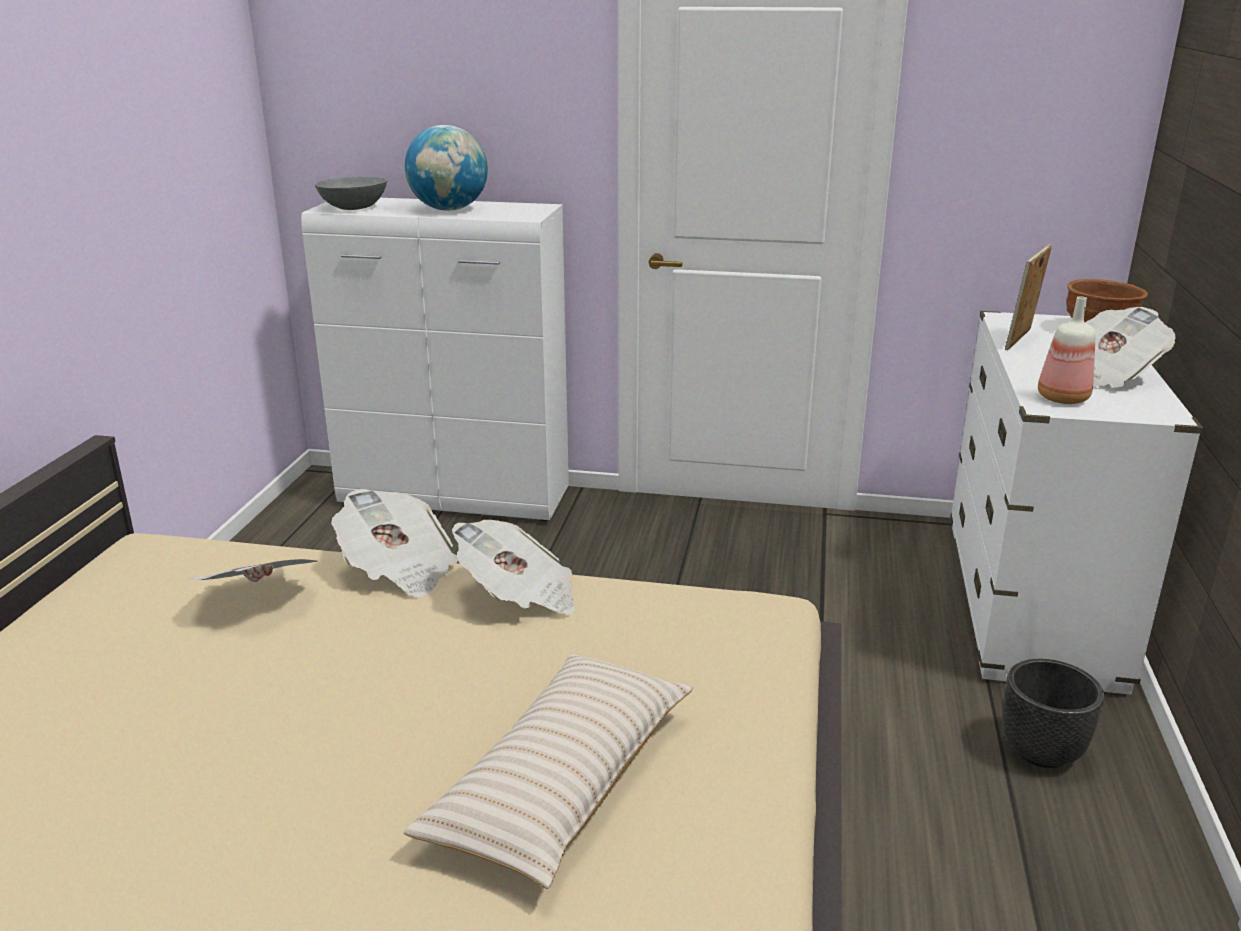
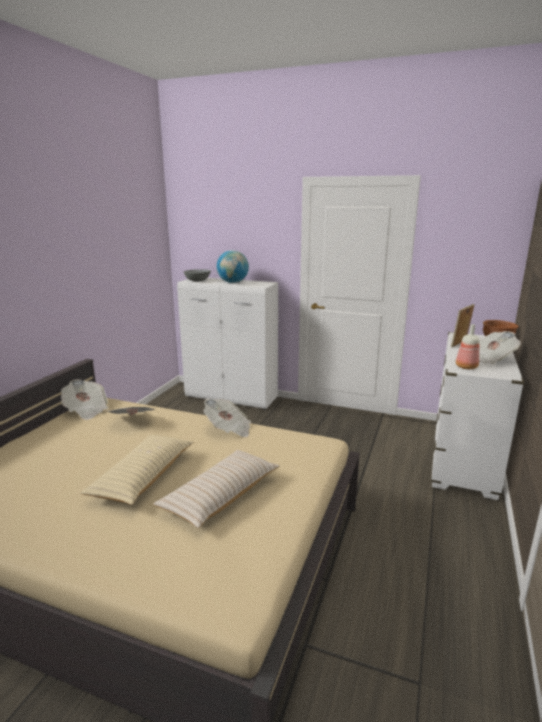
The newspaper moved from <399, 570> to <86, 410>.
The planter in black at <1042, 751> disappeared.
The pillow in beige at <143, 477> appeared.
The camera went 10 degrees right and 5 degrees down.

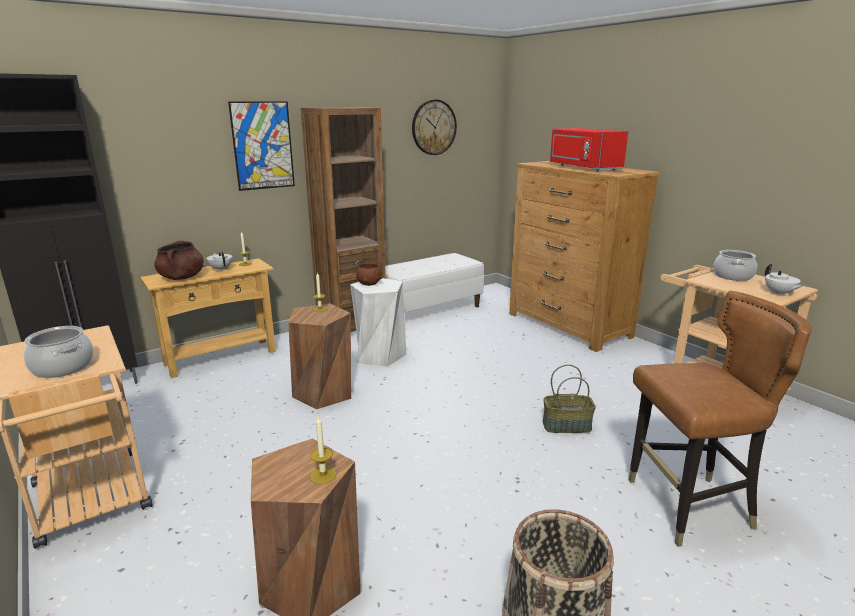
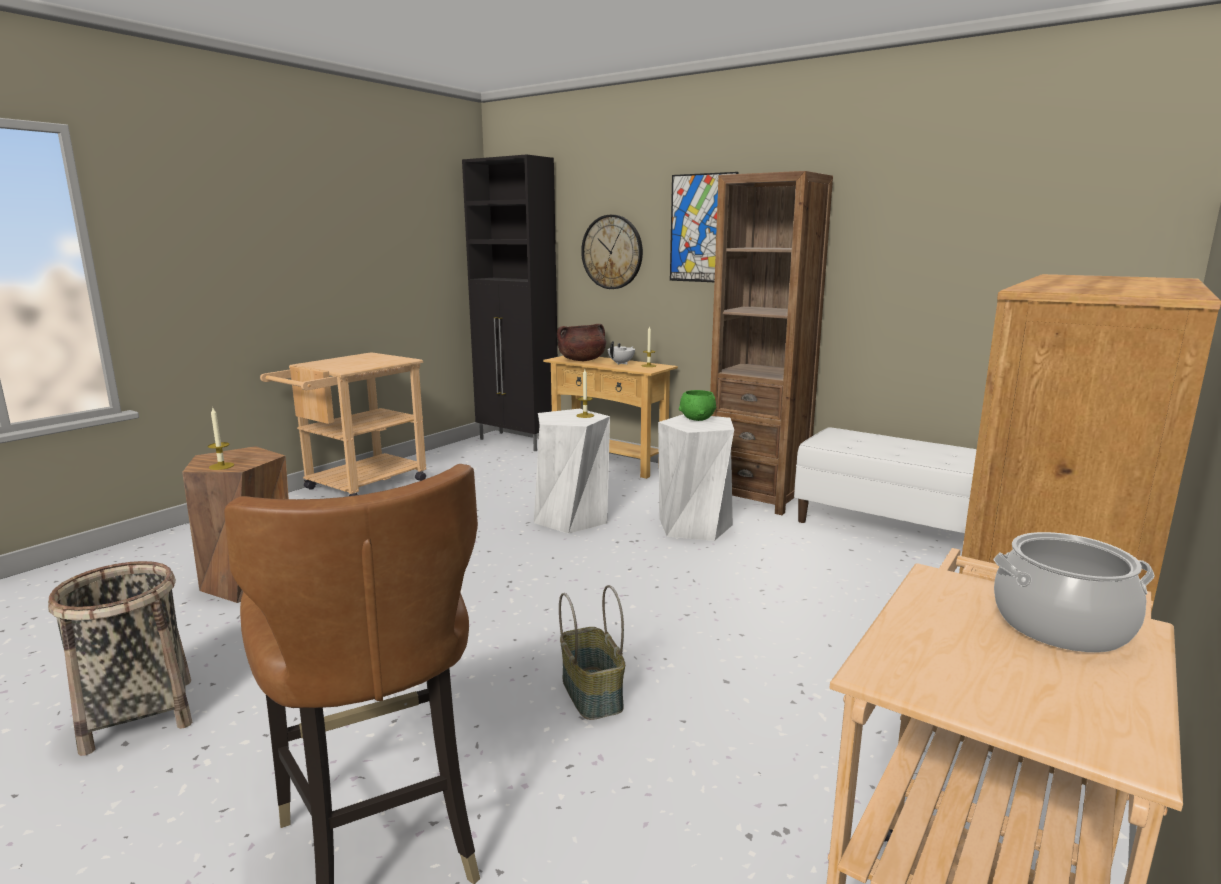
The cooking pot at <62, 367> disappeared.
The stool in brown at <323, 393> became the stool in white at <571, 518>.
The bowl in brown at <369, 284> became the bowl in green at <696, 419>.
The wall clock moved from <433, 127> to <612, 252>.
The microwave in red at <582, 168> disappeared.
The teapot in white at <779, 293> disappeared.
The camera went 70 degrees right and 5 degrees down.

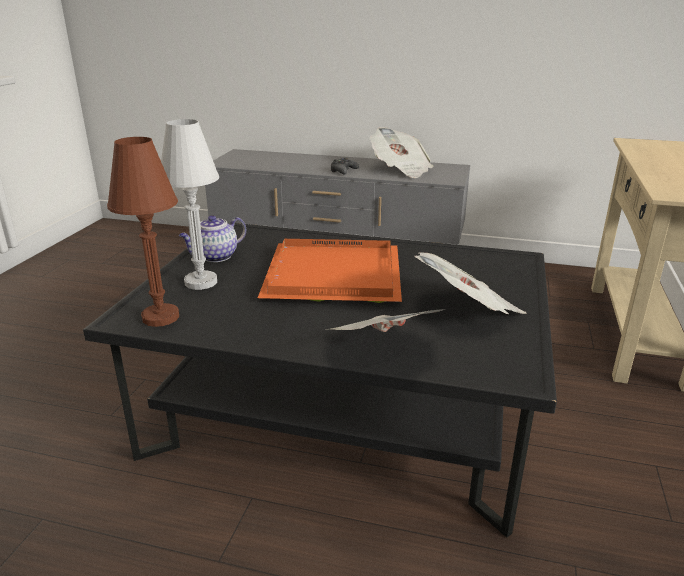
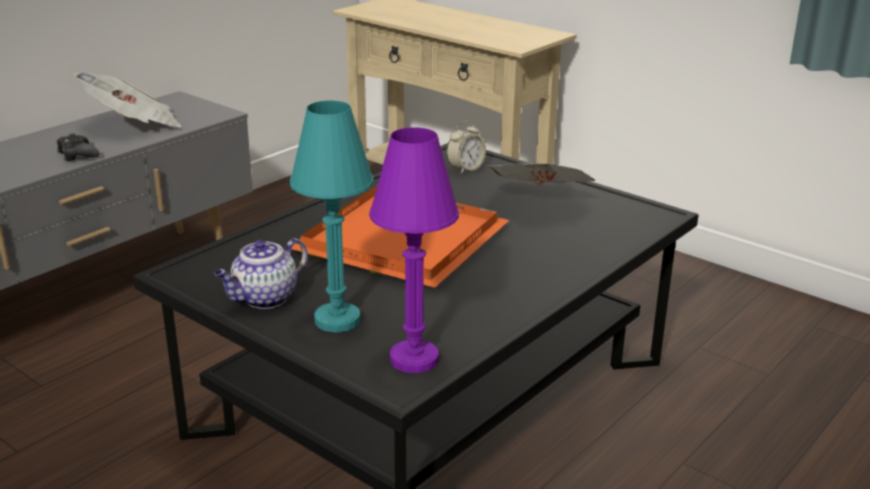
The table lamp in brown at <160, 317> became the table lamp in purple at <414, 359>.
The table lamp in white at <201, 282> became the table lamp in turquoise at <337, 320>.
The teapot at <215, 257> turned 60 degrees clockwise.
The newspaper at <381, 348> disappeared.
The alarm clock at <465, 169> appeared.
The camera went 65 degrees left and 0 degrees up.

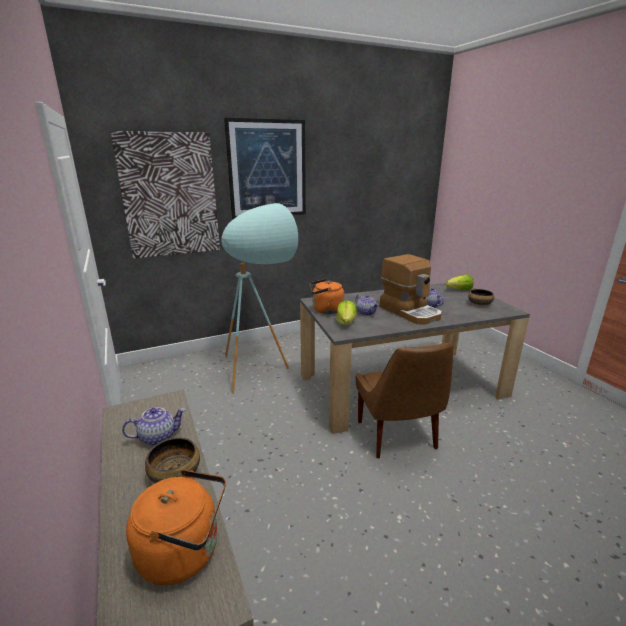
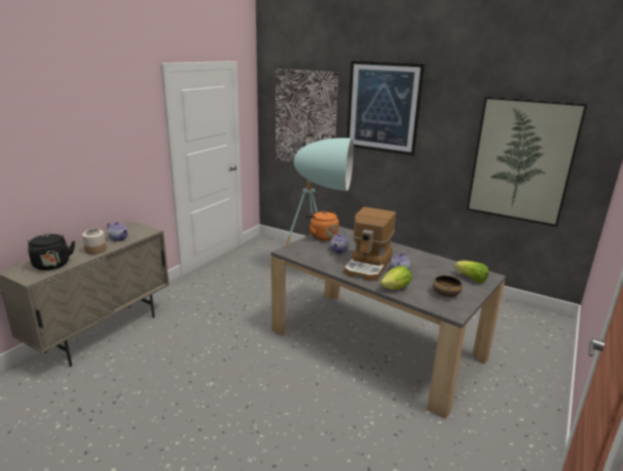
The kettle in orange at <185, 552> became the kettle in black at <52, 266>.
The bowl at <175, 473> was replaced by the jar at <96, 250>.
The lettuce moved from <346, 322> to <396, 288>.
The chair in brown at <397, 437> disappeared.
The picture at <521, 161> appeared.
The camera went 55 degrees right and 0 degrees up.

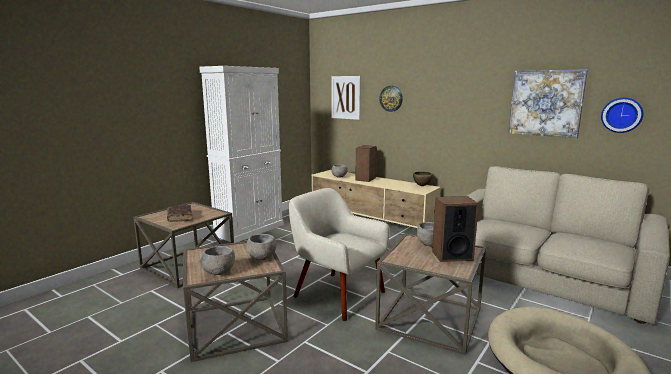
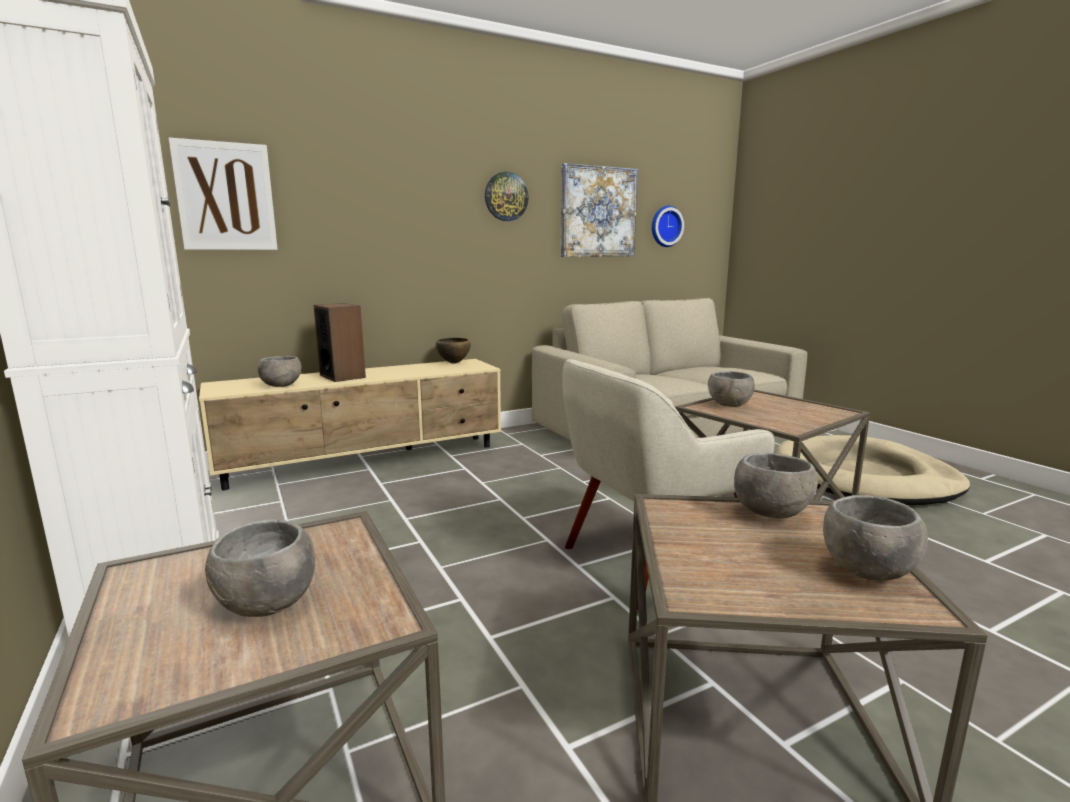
The book in brown at <180, 217> was replaced by the bowl in grey at <268, 605>.
The wall clock moved from <391, 98> to <506, 196>.
The speaker at <452, 255> disappeared.
The camera went 65 degrees left and 0 degrees up.

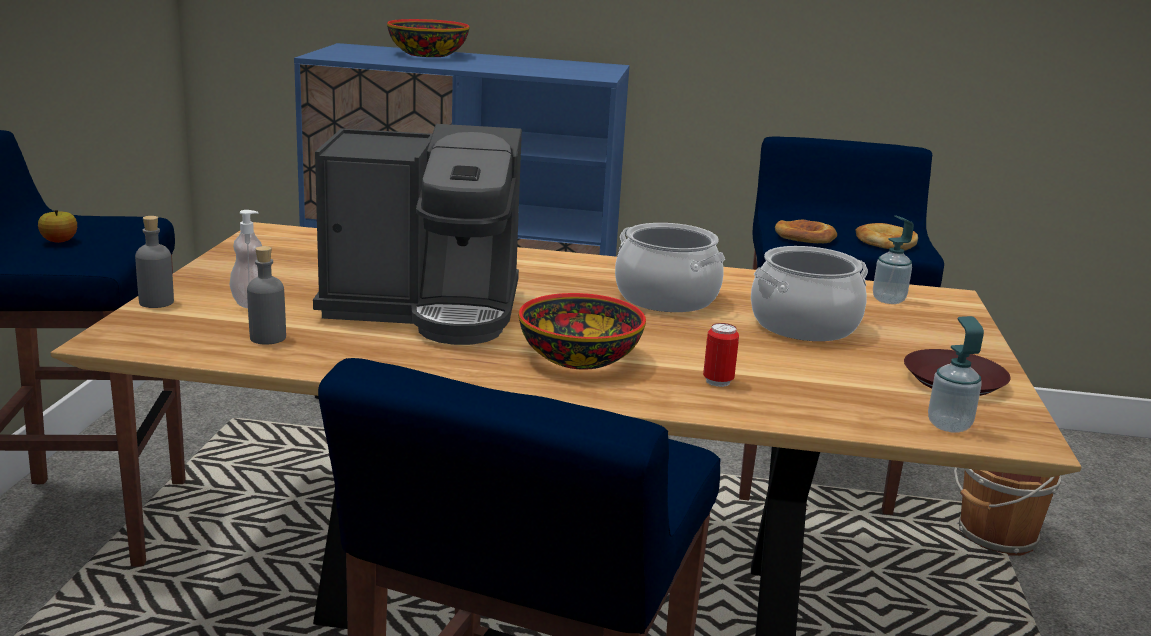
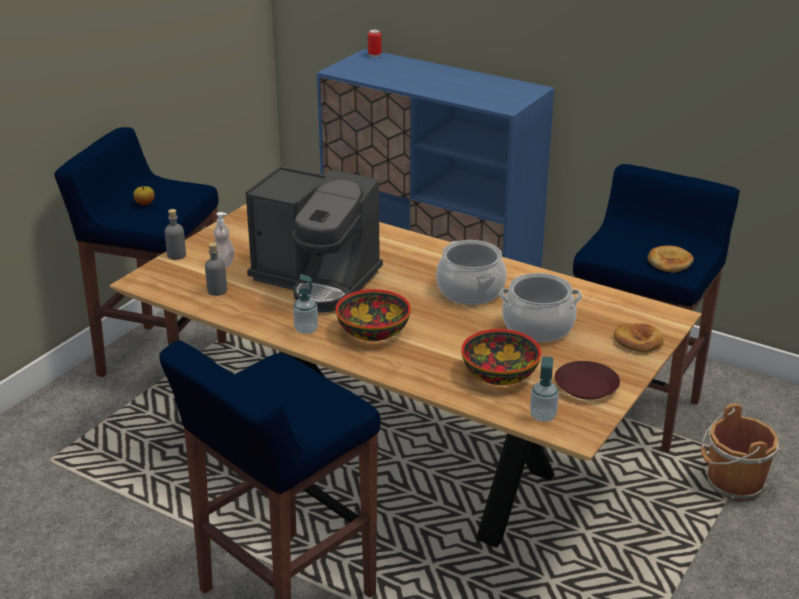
The bowl moved from <427, 54> to <499, 374>.
The can moved from <718, 381> to <374, 55>.
The bread moved from <805, 237> to <638, 341>.
The soap dispenser moved from <888, 300> to <306, 329>.
The camera went 25 degrees right and 10 degrees up.

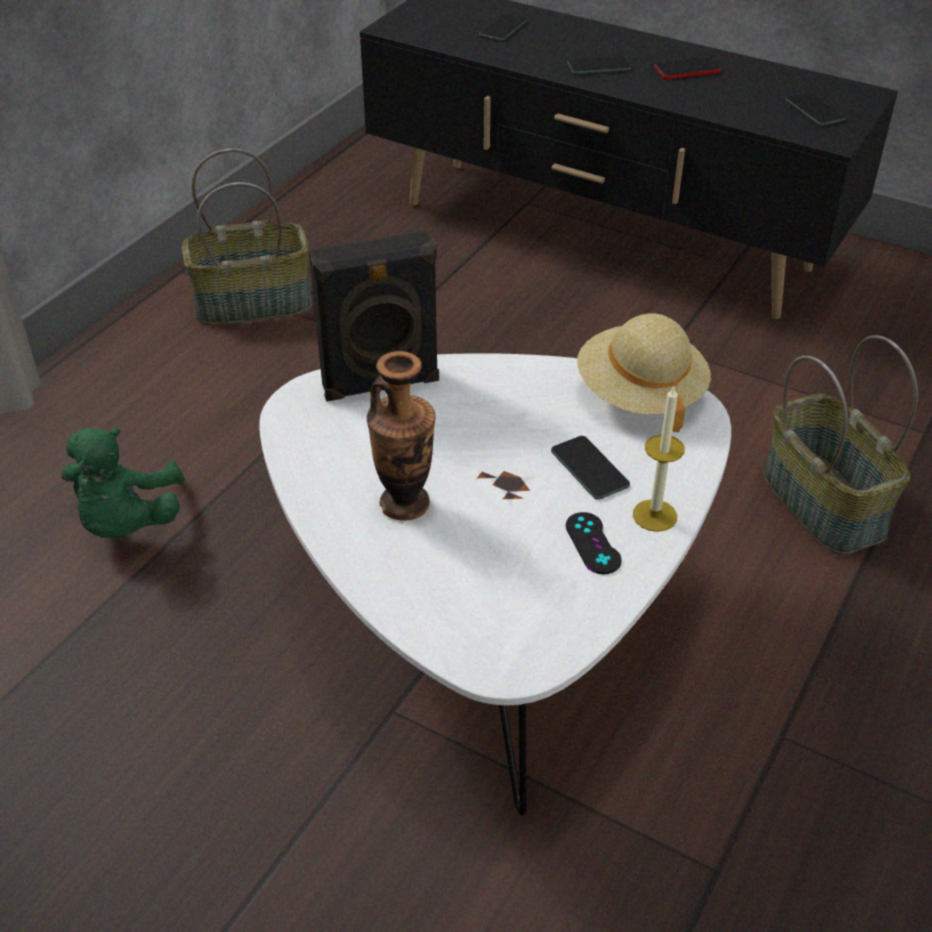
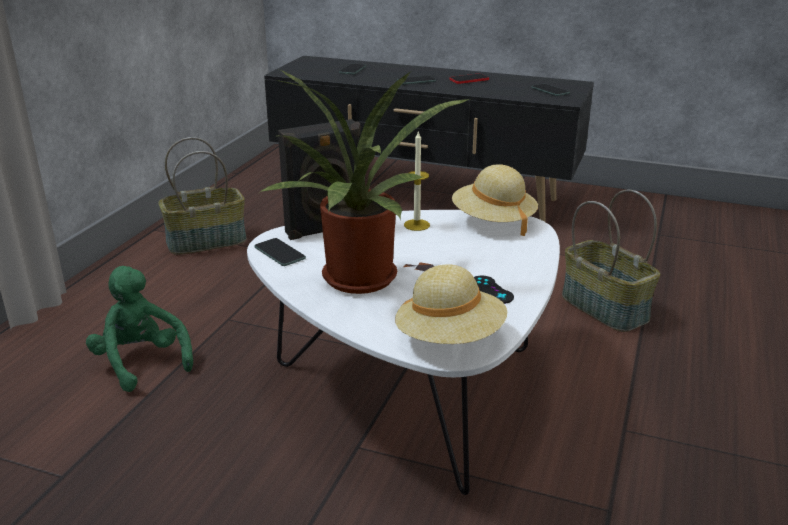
The plush toy in green at <127, 522> turned 150 degrees clockwise.
The vase at <405, 504> was replaced by the potted plant at <360, 282>.
The phone moved from <589, 468> to <279, 253>.
The candle moved from <654, 515> to <416, 225>.
The hat in beige at <450, 338> appeared.
The camera went 10 degrees left and 15 degrees down.

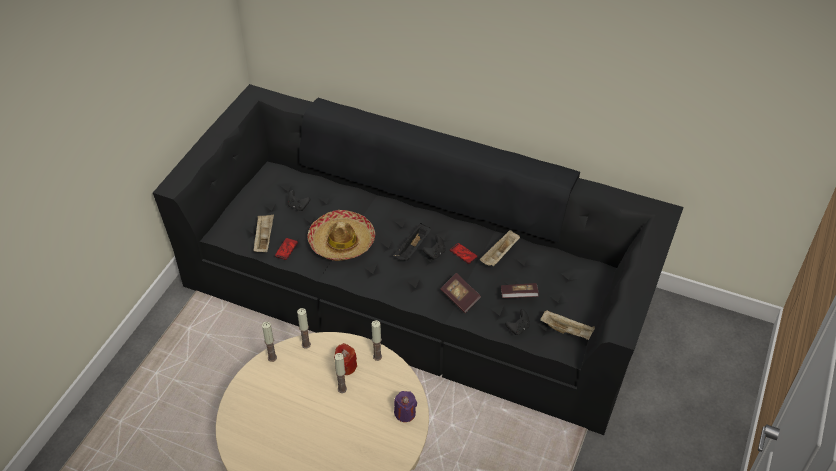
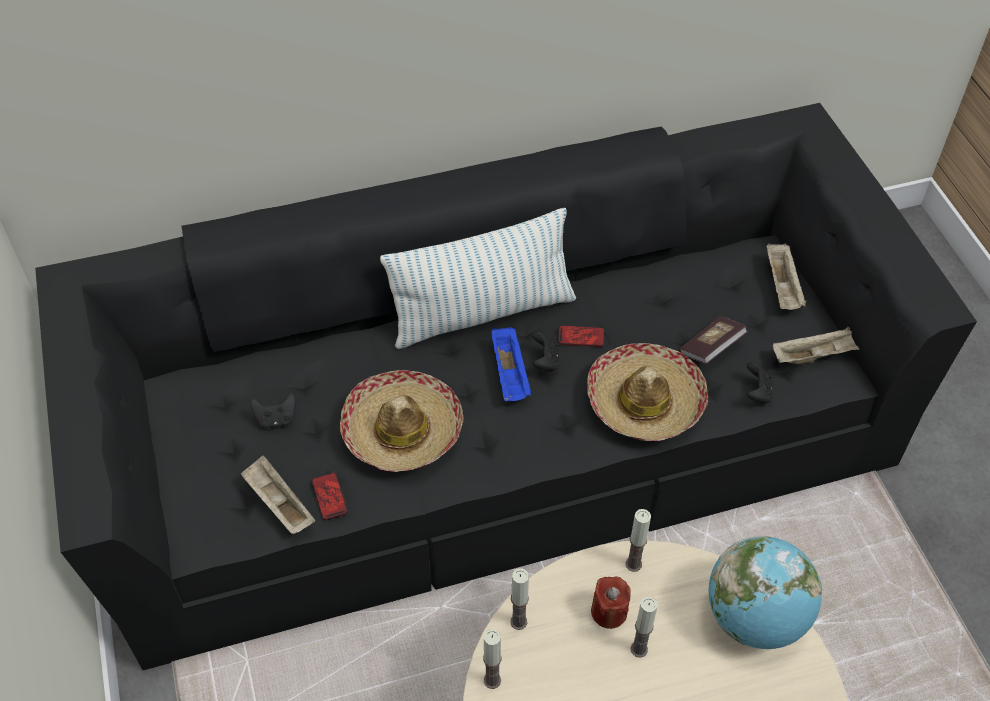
The tray in black at <412, 249> became the tray in blue at <510, 374>.
The candle in purple at <405, 413> was replaced by the globe at <755, 617>.
The book at <460, 298> was replaced by the hat at <645, 401>.
The tray in beige moved from <499, 255> to <782, 287>.
The pillow at <482, 313> appeared.
The camera went 40 degrees left and 5 degrees up.

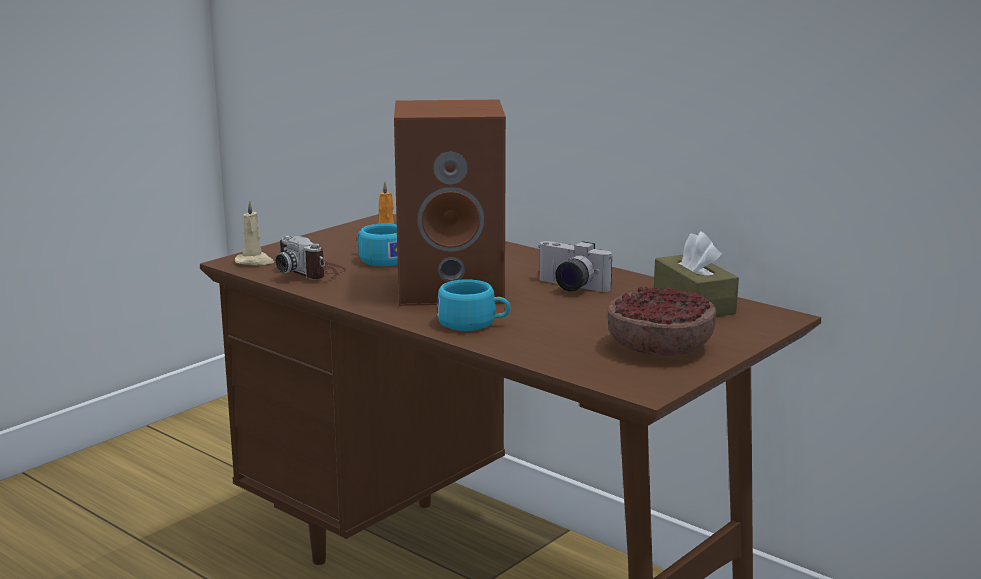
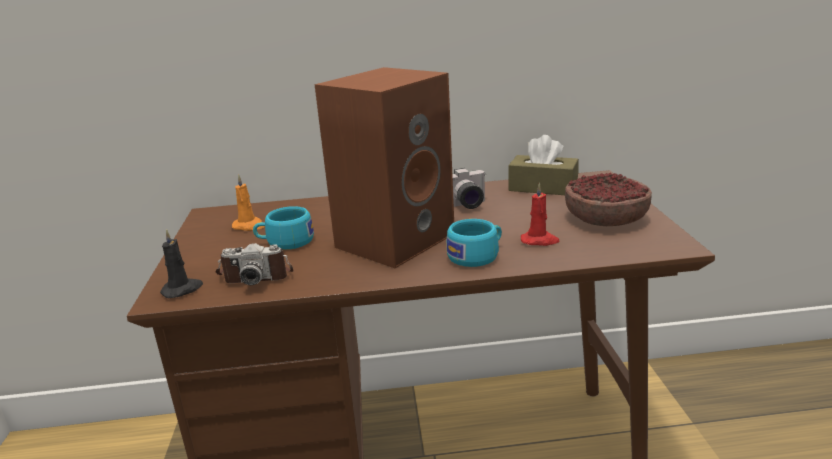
The candle in beige at <255, 262> became the candle in black at <182, 290>.
The candle in red at <540, 240> appeared.
The camera went 45 degrees left and 5 degrees up.

